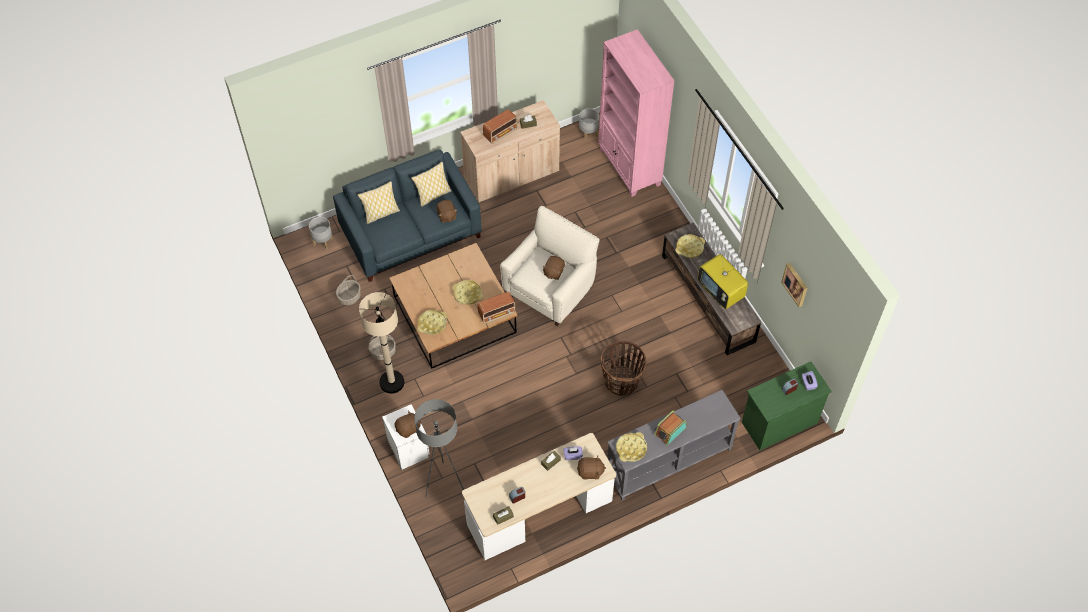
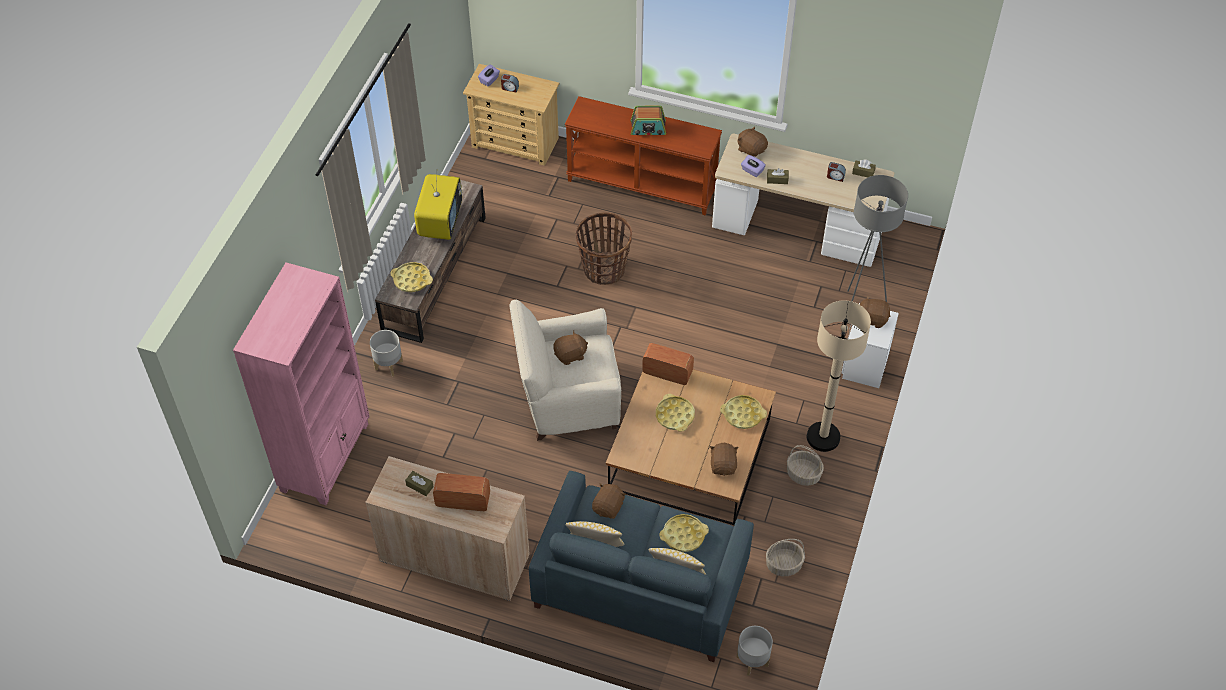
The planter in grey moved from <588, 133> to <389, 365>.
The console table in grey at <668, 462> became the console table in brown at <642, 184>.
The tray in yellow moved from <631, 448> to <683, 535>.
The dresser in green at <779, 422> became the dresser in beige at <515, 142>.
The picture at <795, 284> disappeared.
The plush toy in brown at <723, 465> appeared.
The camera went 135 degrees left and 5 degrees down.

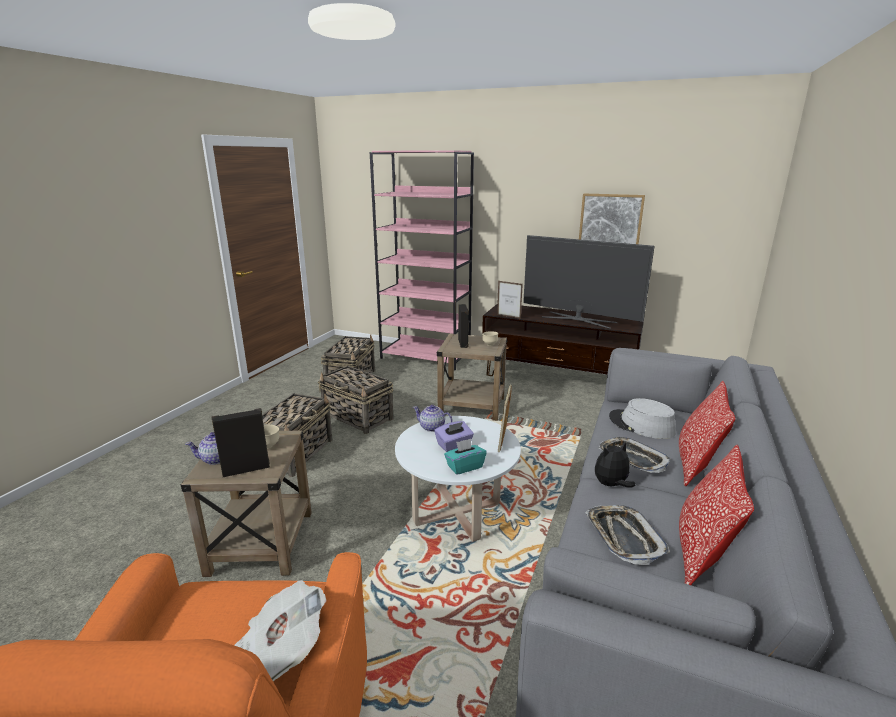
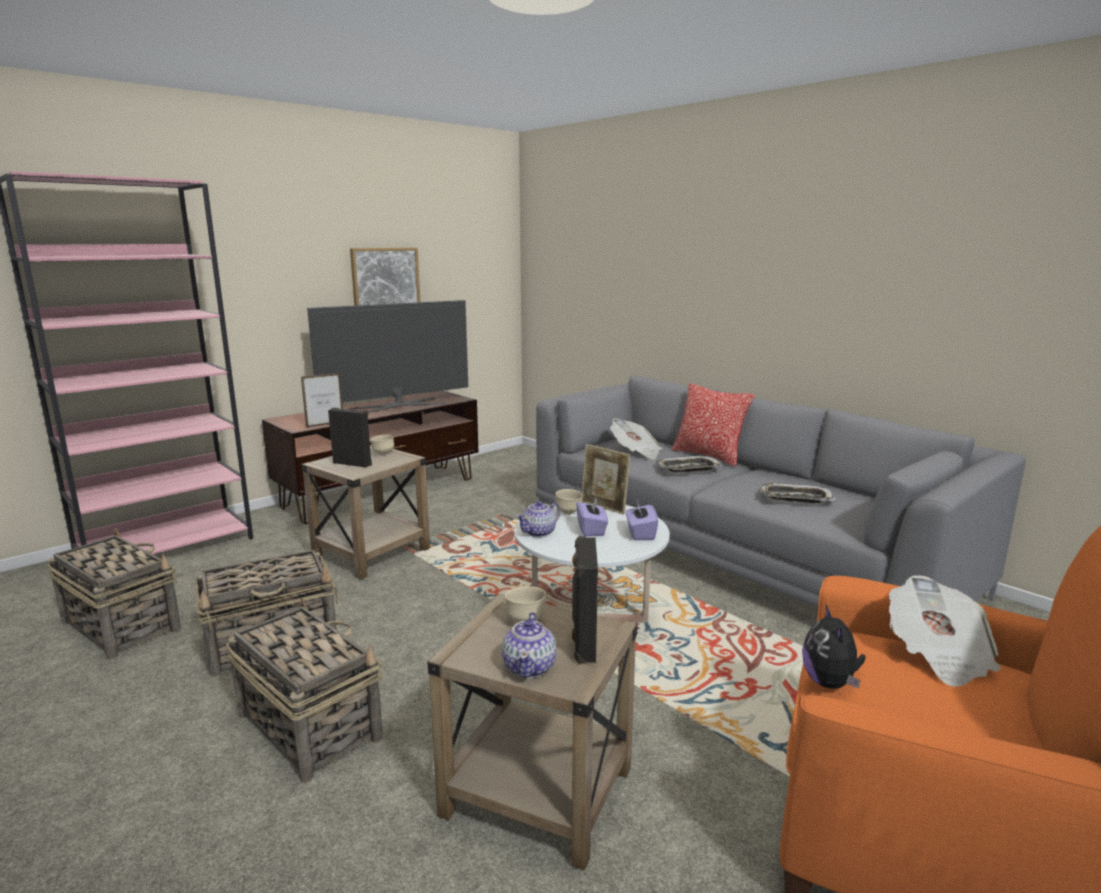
The tissue box in turquoise at <464, 467> became the tissue box in purple at <640, 533>.
The plush toy moved from <611, 485> to <830, 683>.
The hat in grey at <641, 425> was replaced by the newspaper at <636, 452>.
The pillow at <702, 553> disappeared.
The bowl in beige at <568, 513> appeared.
The camera went 65 degrees left and 5 degrees down.

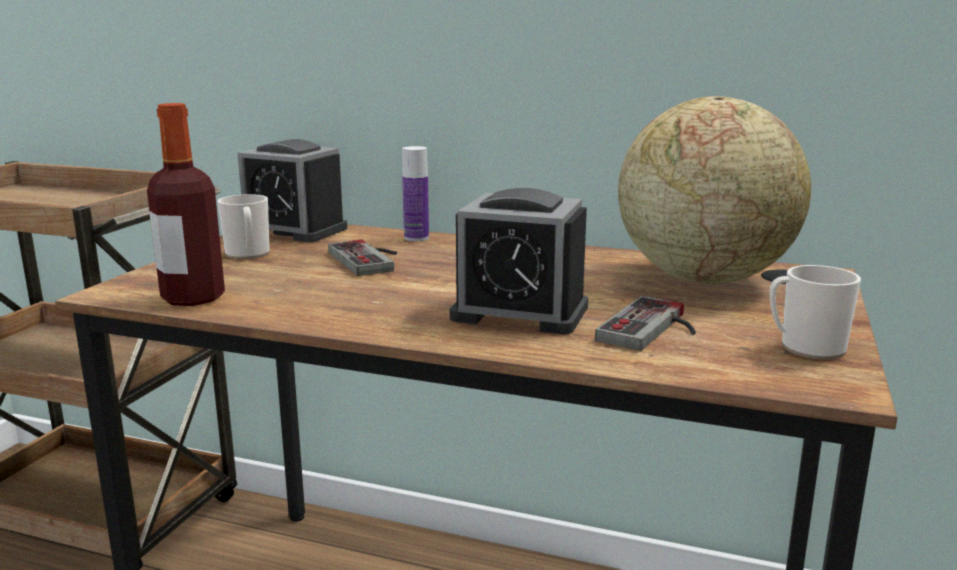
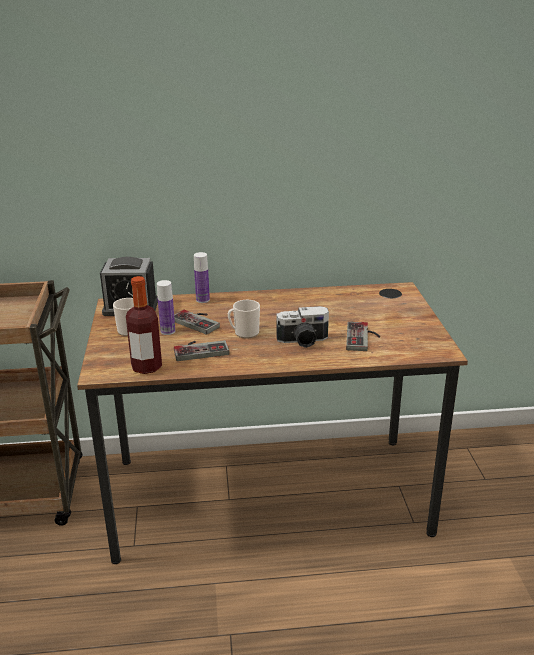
The alarm clock at <520, 312> was replaced by the photo camera at <303, 341>.
The globe at <703, 278> disappeared.
The mug moved from <805, 348> to <244, 333>.
The bottle at <168, 331> appeared.
The game controller at <200, 349> appeared.
The camera went 25 degrees left and 10 degrees up.

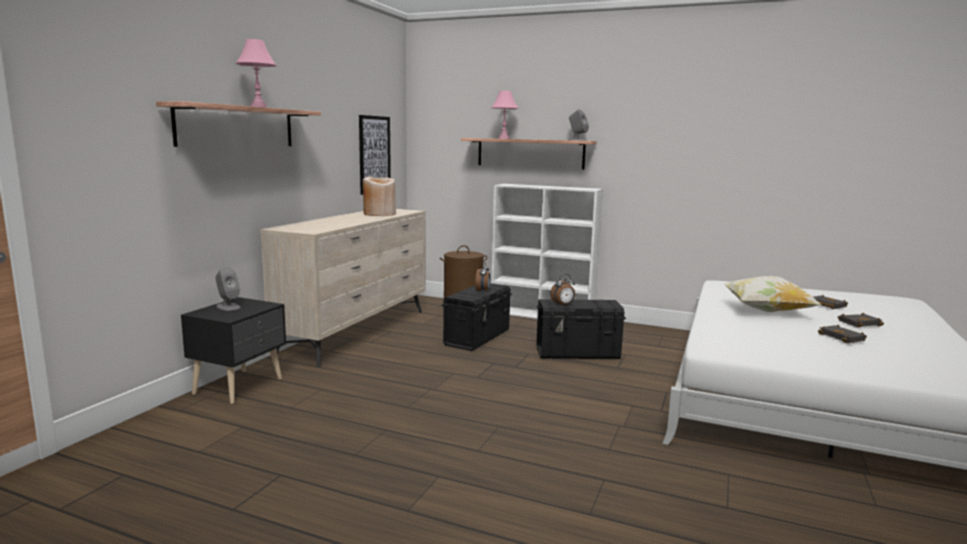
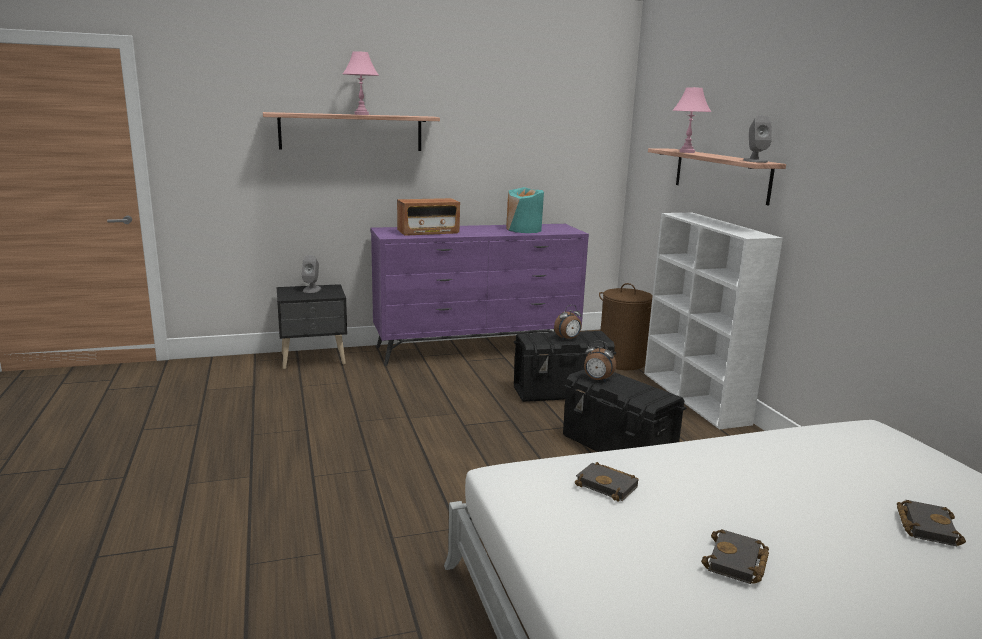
The dresser in beige at <357, 332> became the dresser in purple at <478, 349>.
The picture at <374, 154> disappeared.
The vase in beige at <379, 214> became the vase in turquoise at <524, 230>.
The pillow at <766, 311> disappeared.
The book in black moved from <859, 323> to <608, 485>.
The radio at <428, 232> appeared.
The camera went 50 degrees right and 5 degrees up.

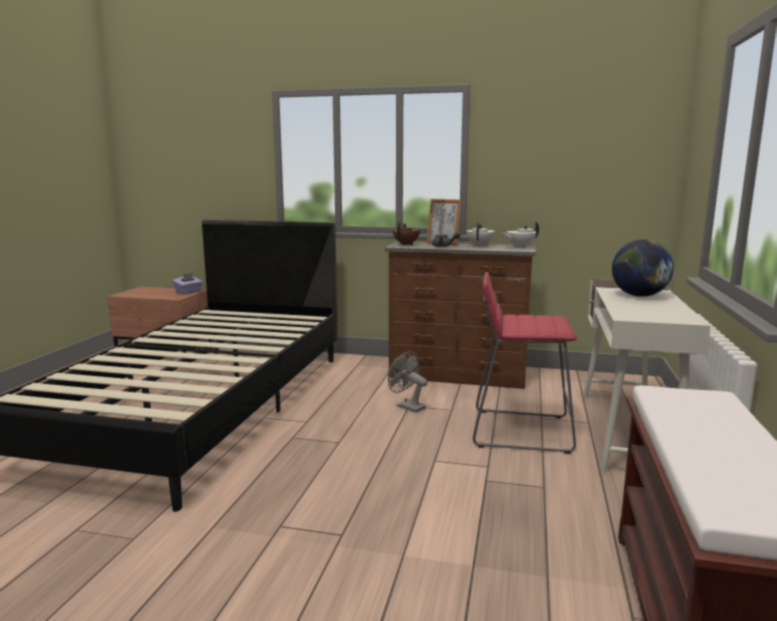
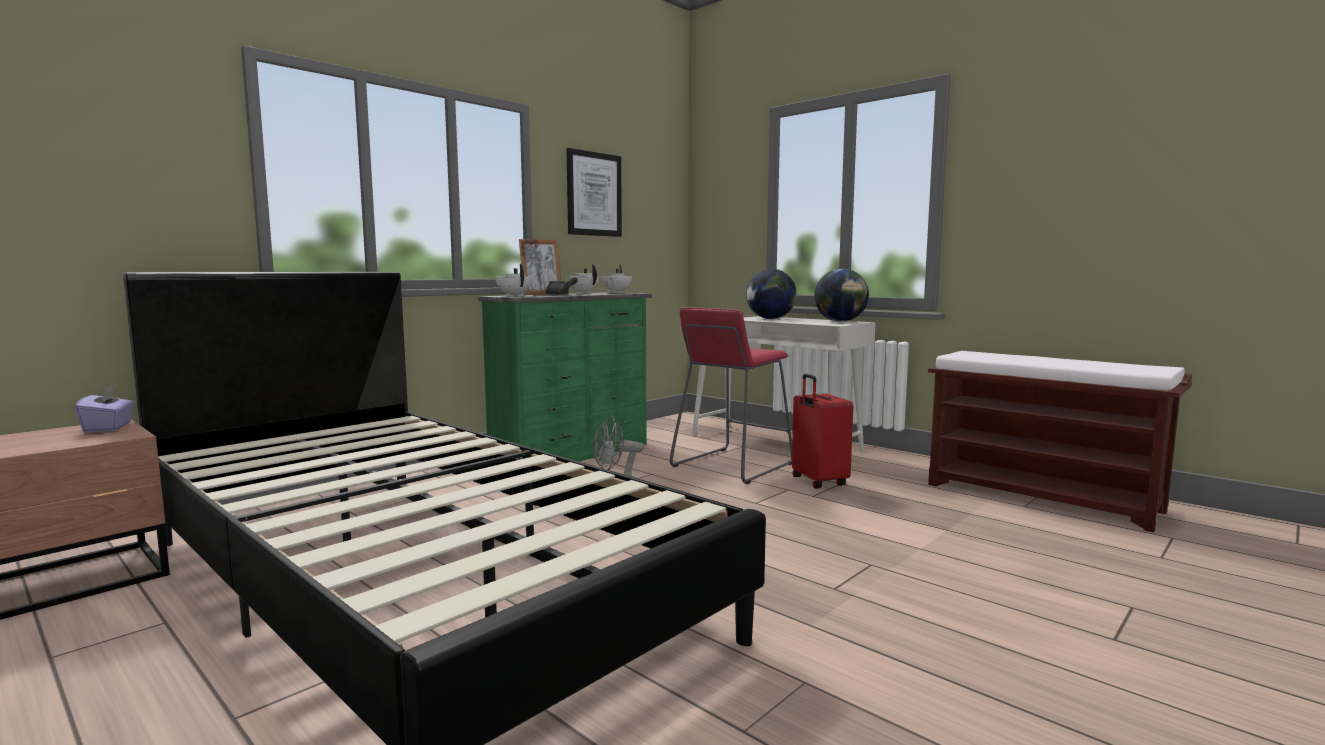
The dresser in brown at <458, 377> became the dresser in green at <574, 454>.
The teapot in brown at <406, 244> became the teapot in white at <514, 296>.
The picture at <594, 194> appeared.
The suitcase in red at <817, 482> appeared.
The globe at <840, 321> appeared.
The camera went 60 degrees left and 5 degrees down.

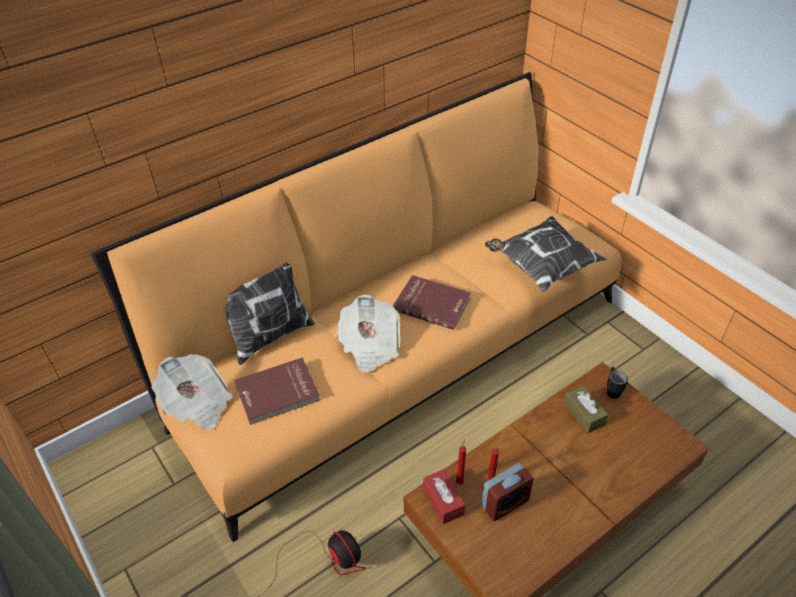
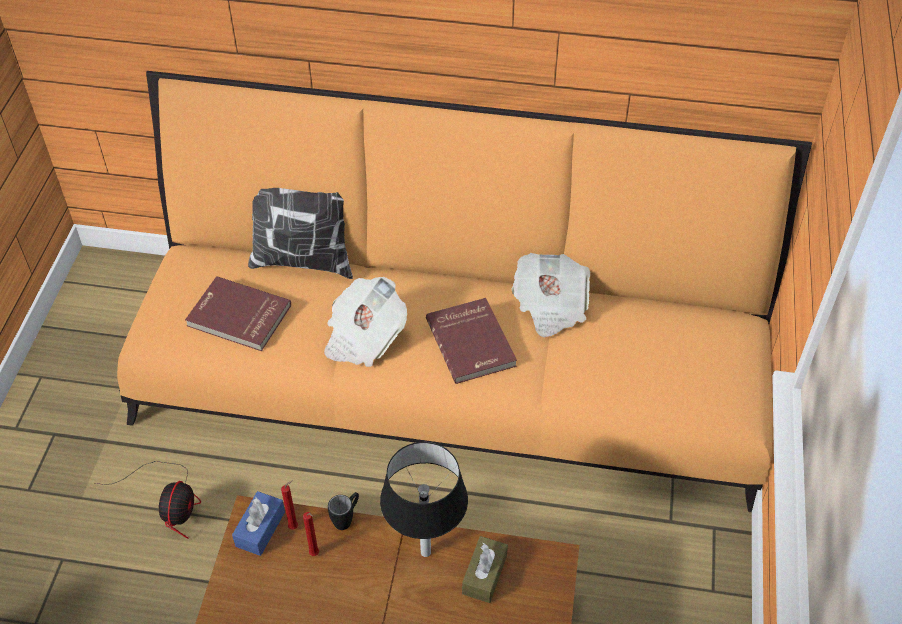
The newspaper moved from <197, 404> to <550, 305>.
The tissue box in red at <443, 501> became the tissue box in blue at <260, 529>.
The alarm clock at <505, 503> disappeared.
The pillow at <541, 266> disappeared.
The mug in black moved from <612, 390> to <346, 518>.
The table lamp in black at <426, 552> appeared.
The camera went 45 degrees right and 5 degrees up.

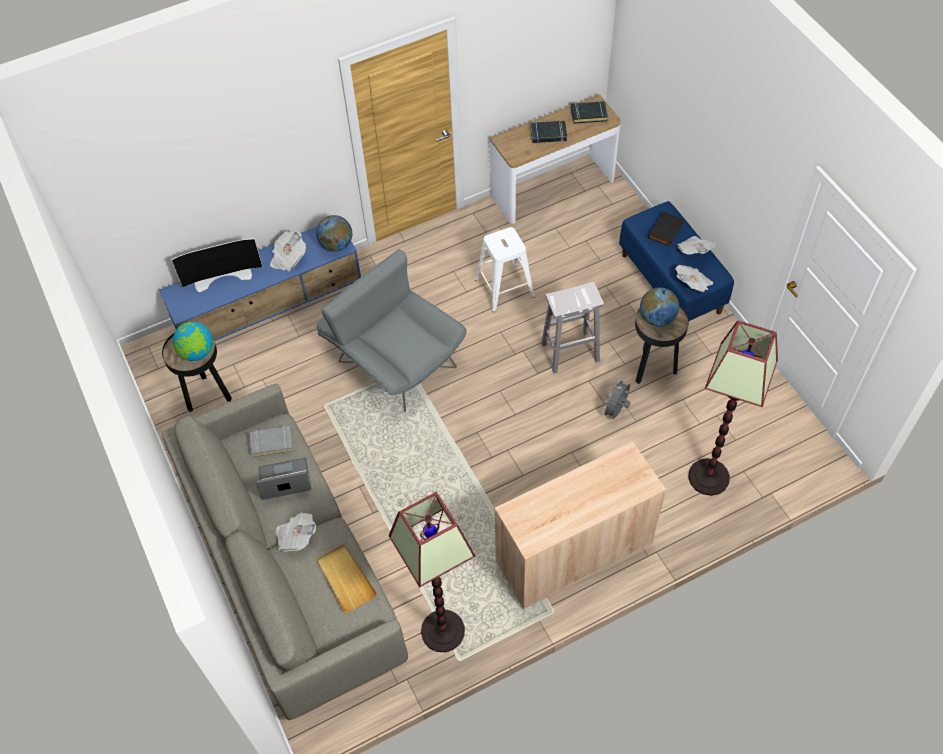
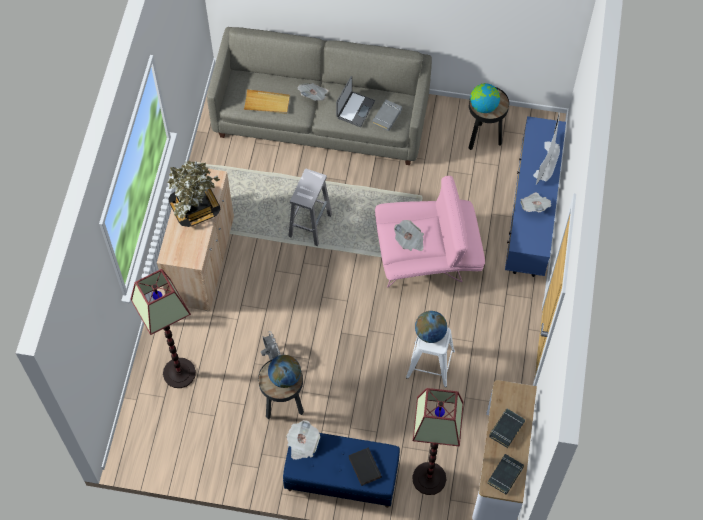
The globe moved from <336, 245> to <430, 333>.
The armchair in grey at <392, 357> became the armchair in pink at <427, 256>.
The floor lamp moved from <442, 631> to <429, 478>.
The stool in white moved from <569, 352> to <310, 224>.
The newspaper moved from <694, 251> to <409, 241>.
The potted plant at <195, 208> appeared.
The camera went 125 degrees right and 5 degrees up.

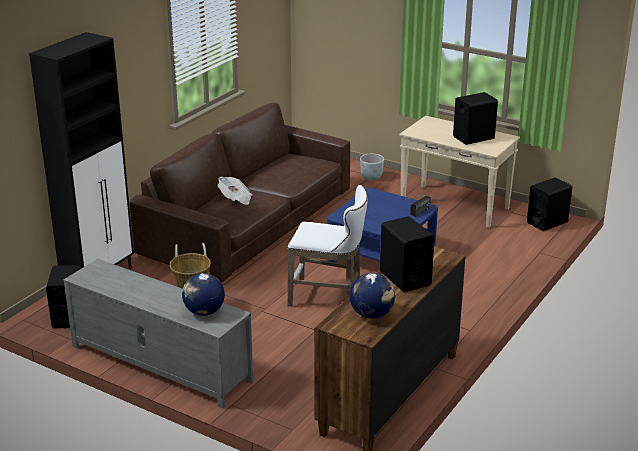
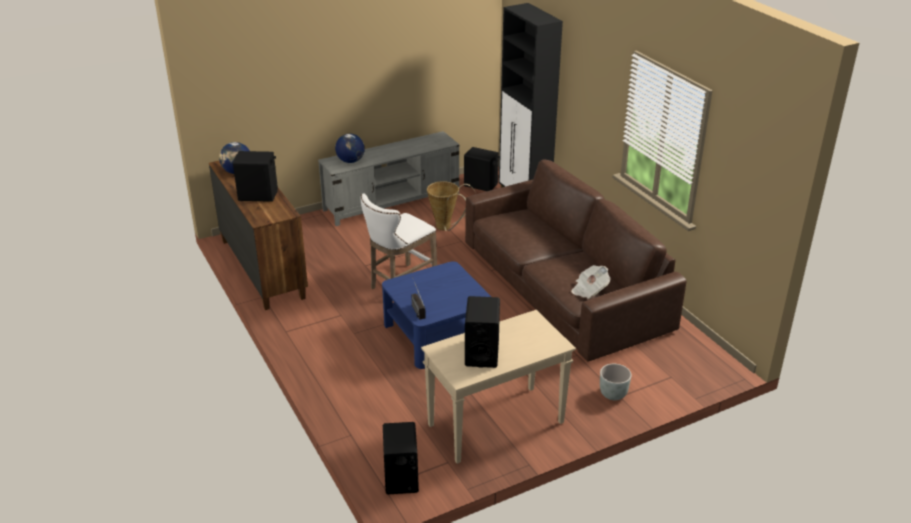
The newspaper moved from <235, 199> to <589, 290>.
The camera went 120 degrees right and 5 degrees up.

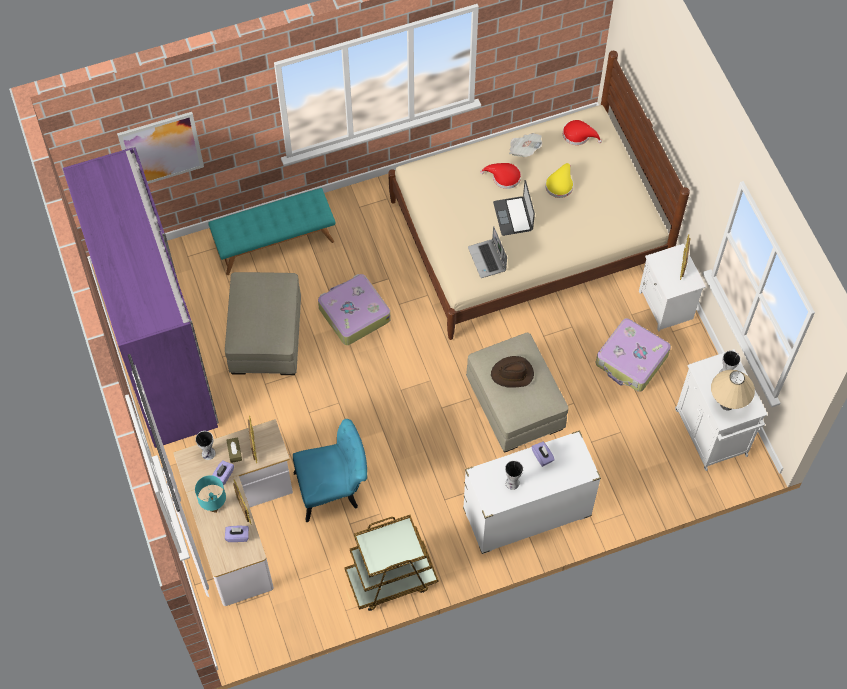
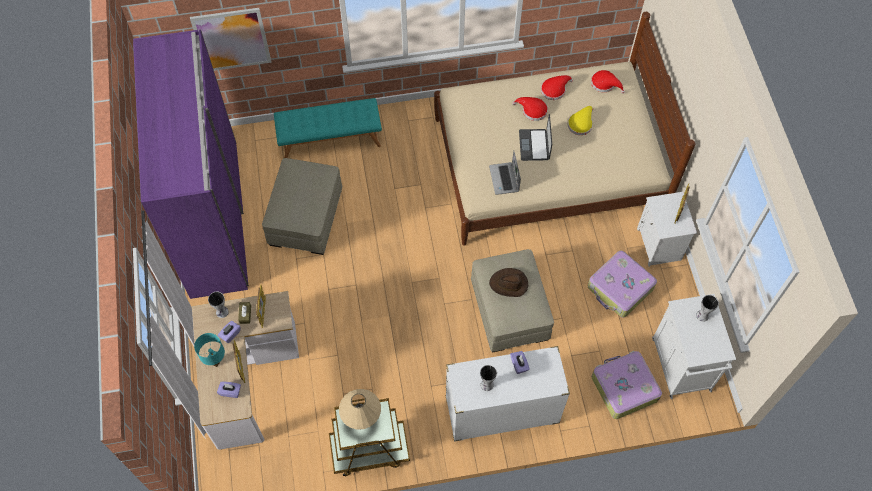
The chair in turquoise at <333, 489> disappeared.
The suitcase moved from <353, 314> to <623, 387>.
The newspaper at <524, 149> was replaced by the hat in red at <554, 89>.
The table lamp in beige moved from <727, 404> to <362, 419>.
The camera went 10 degrees right and 0 degrees up.

